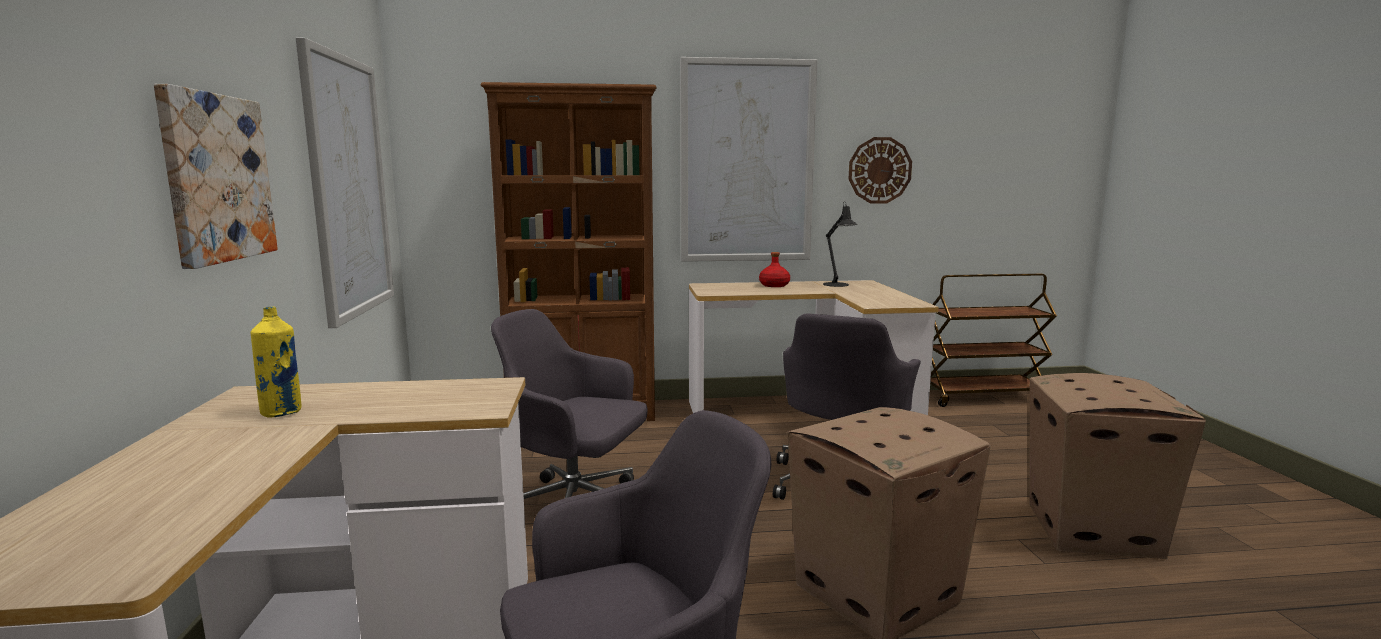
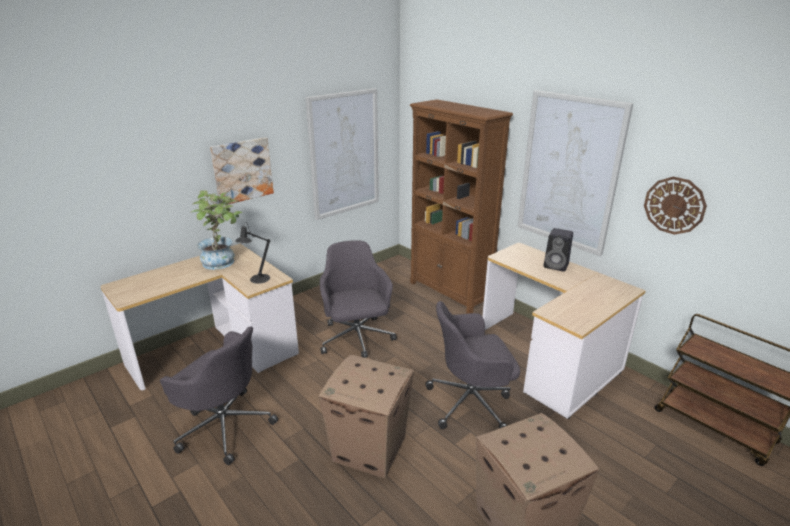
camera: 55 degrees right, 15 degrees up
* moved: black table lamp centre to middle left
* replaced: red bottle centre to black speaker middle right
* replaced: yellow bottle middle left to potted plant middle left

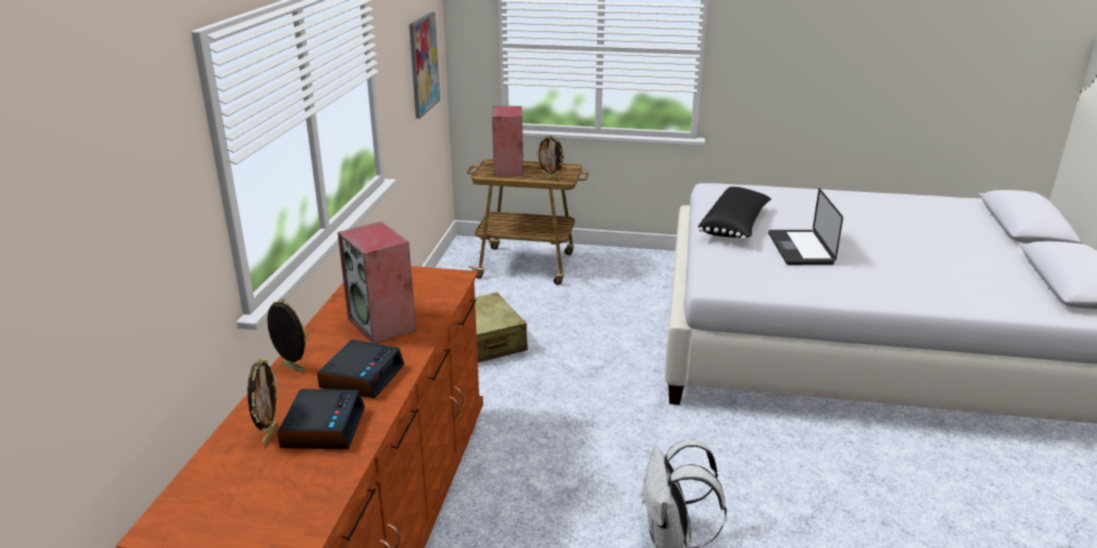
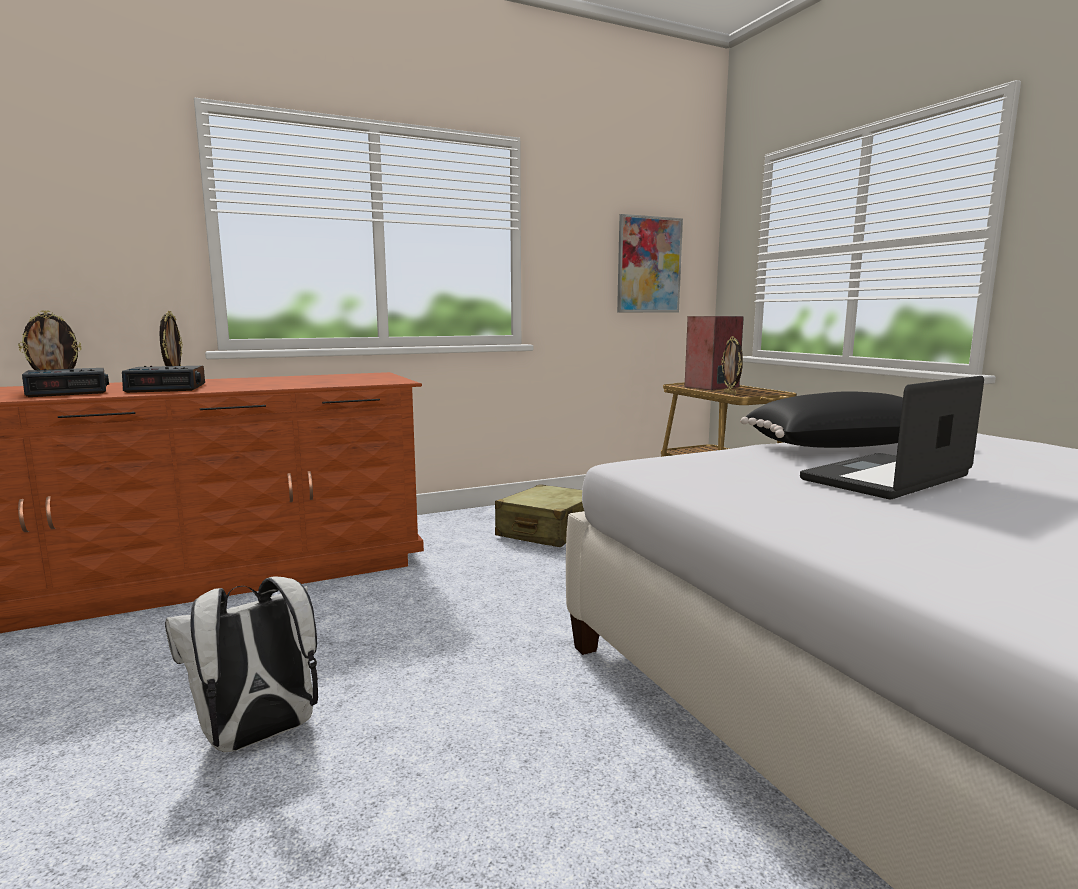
camera: 55 degrees right, 15 degrees down
* removed: speaker (1st from left) centre

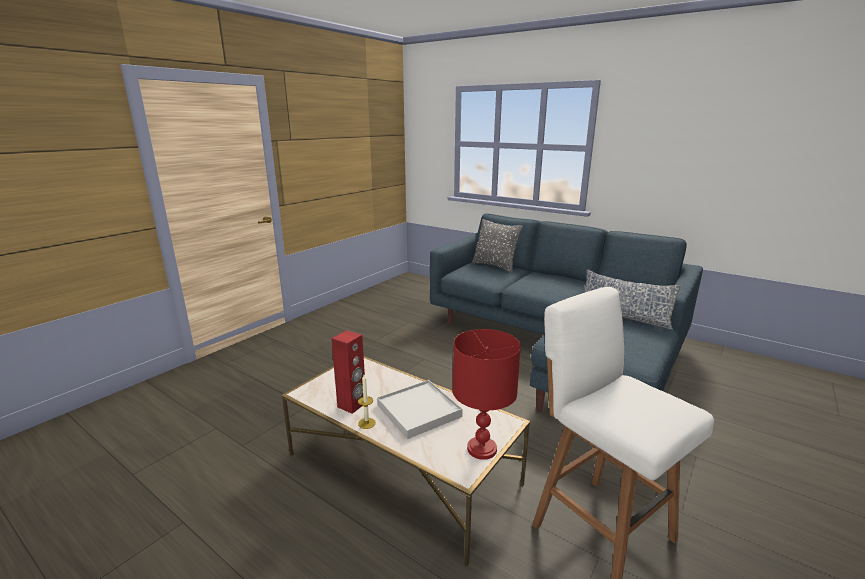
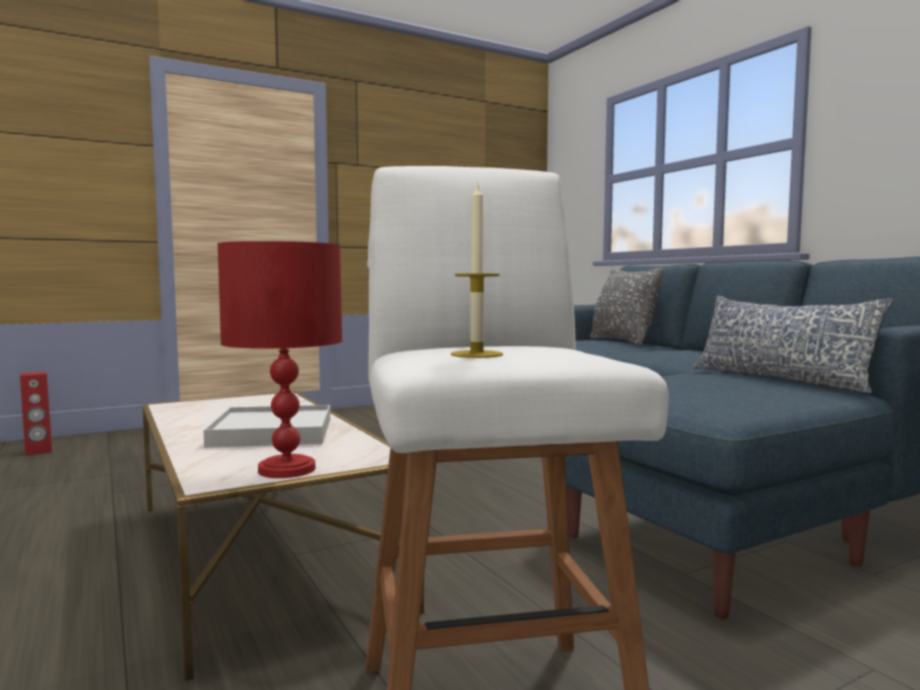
camera: 25 degrees right, 15 degrees down
* moved: red speaker centre to middle left
* moved: candle bottom centre to centre

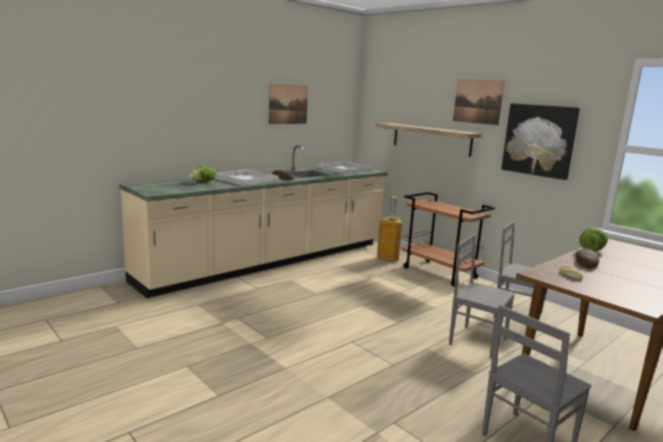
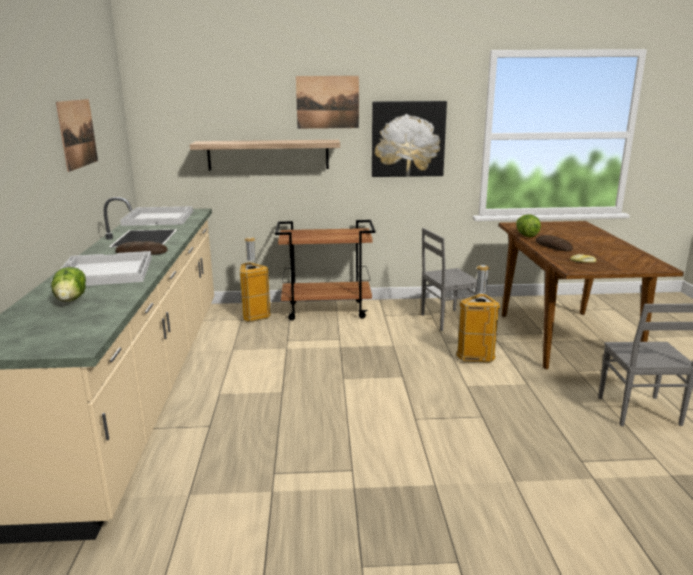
camera: 50 degrees left, 5 degrees up
* replaced: grey chair (1st from left) bottom right to trash can (2nd from left) middle right

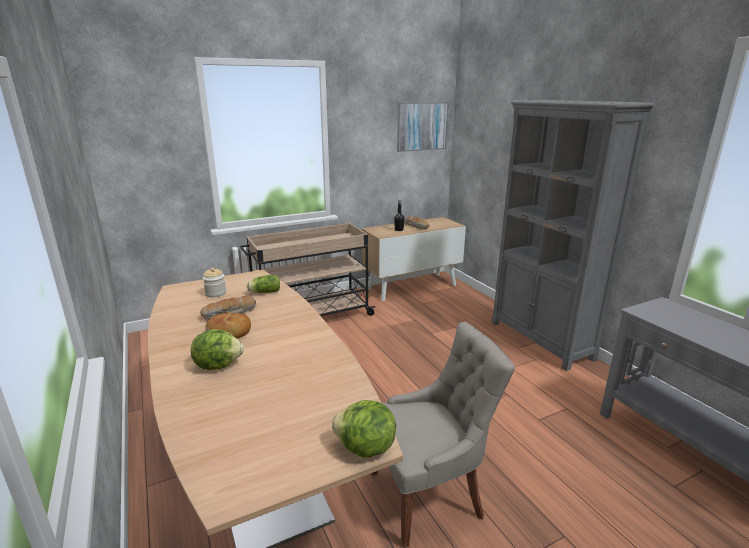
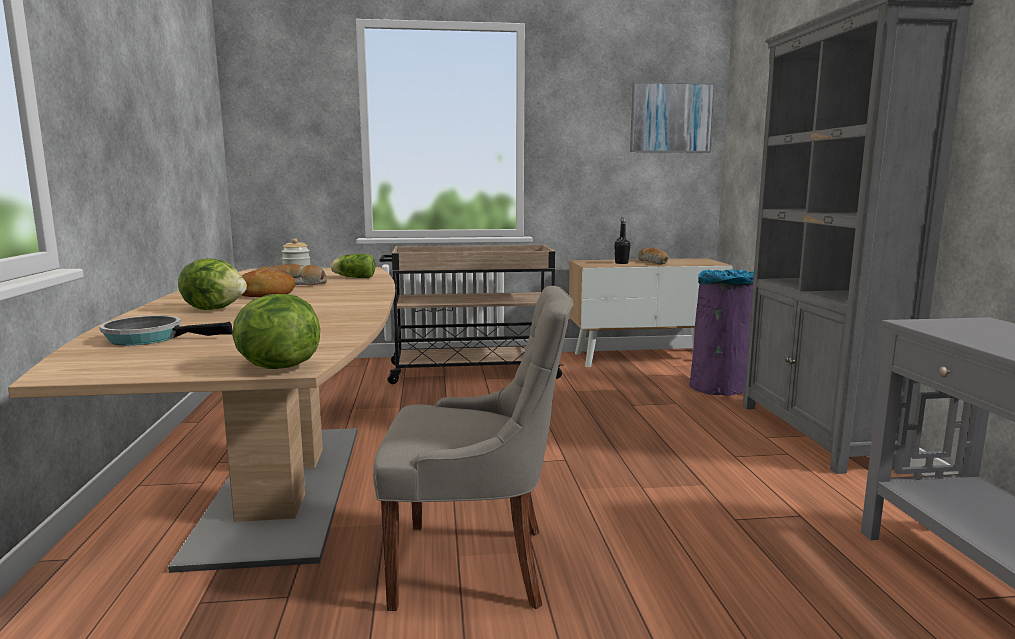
camera: 20 degrees right, 10 degrees down
* added: purple trash can middle right
* added: frying pan middle left

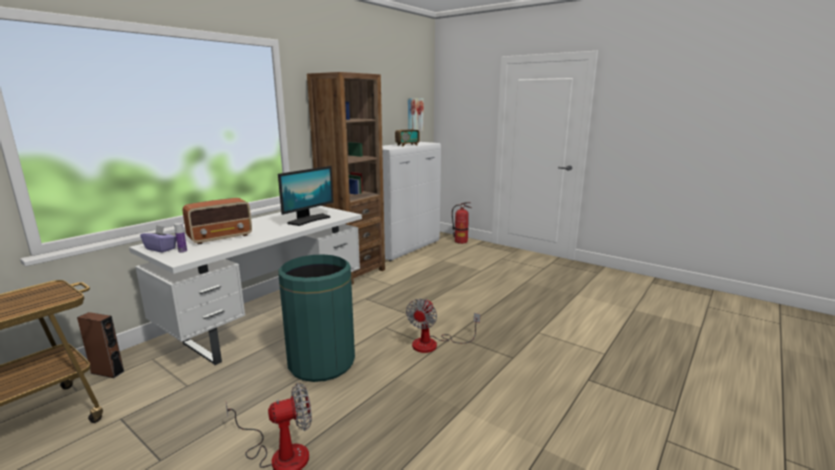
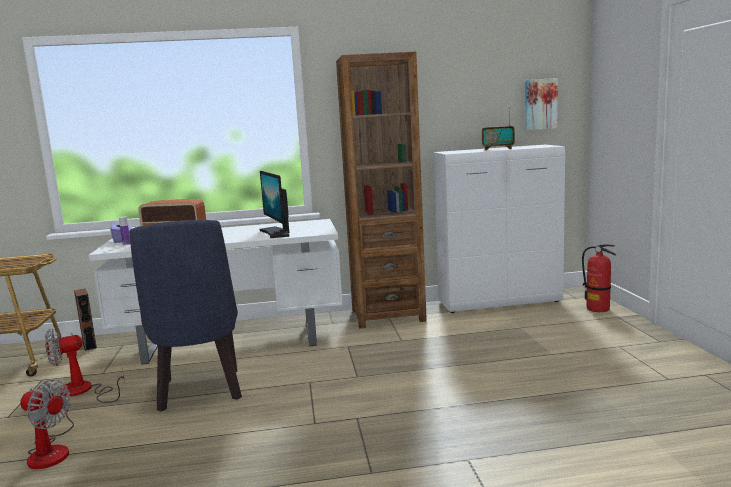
camera: 45 degrees right, 5 degrees down
* turned: monitor centre = centre 75 degrees clockwise
* replaced: green trash can bottom centre to blue chair middle left
* moved: fan (2nd from left) bottom centre to bottom left

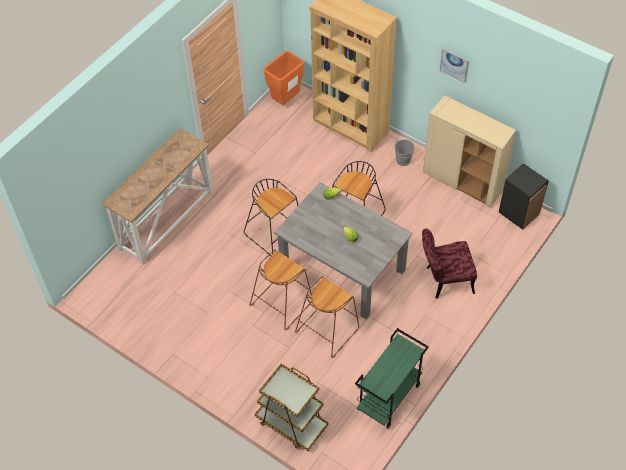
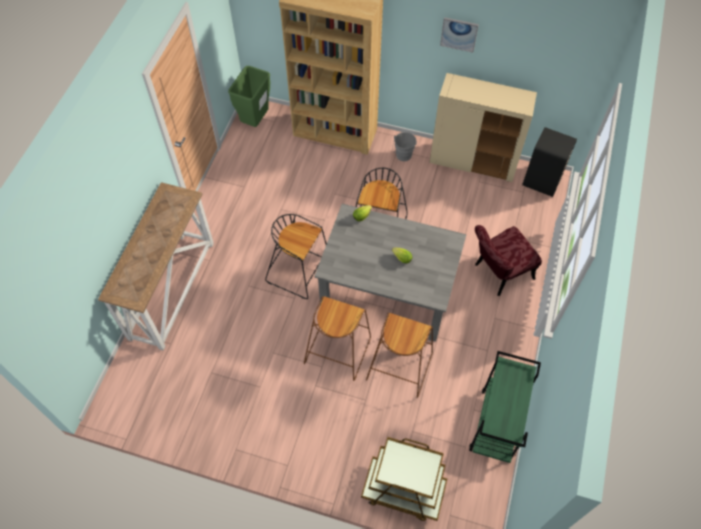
camera: 20 degrees left, 5 degrees up
* recoloured: orange trash can top centre to green trash can top centre

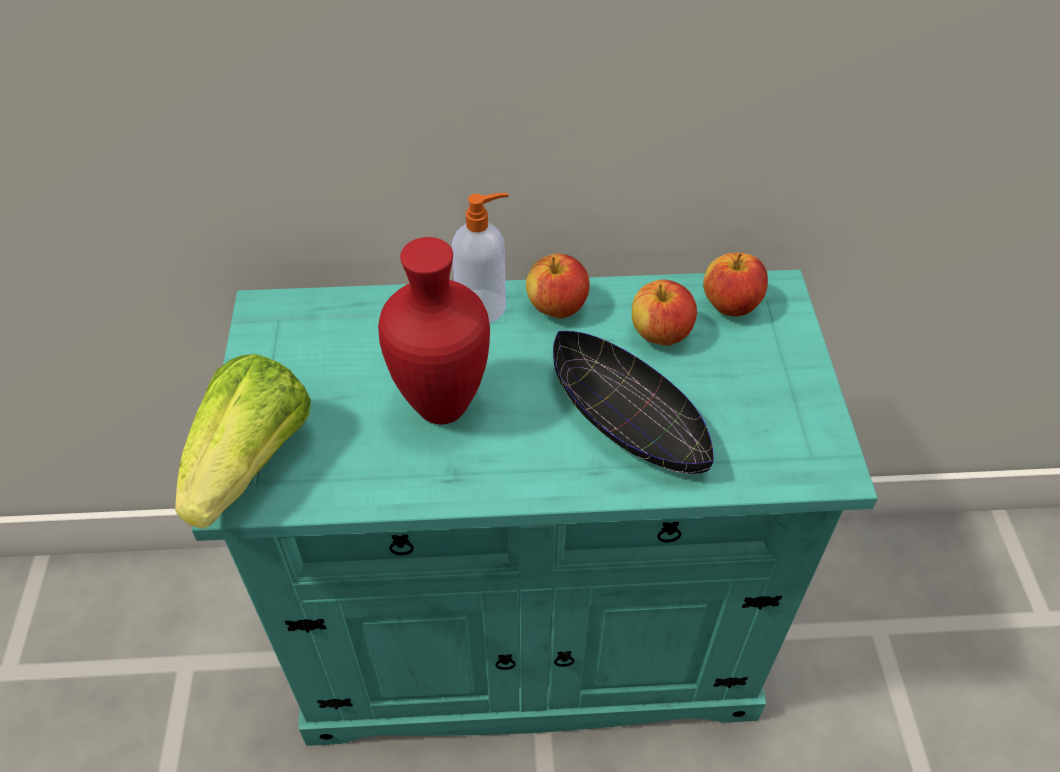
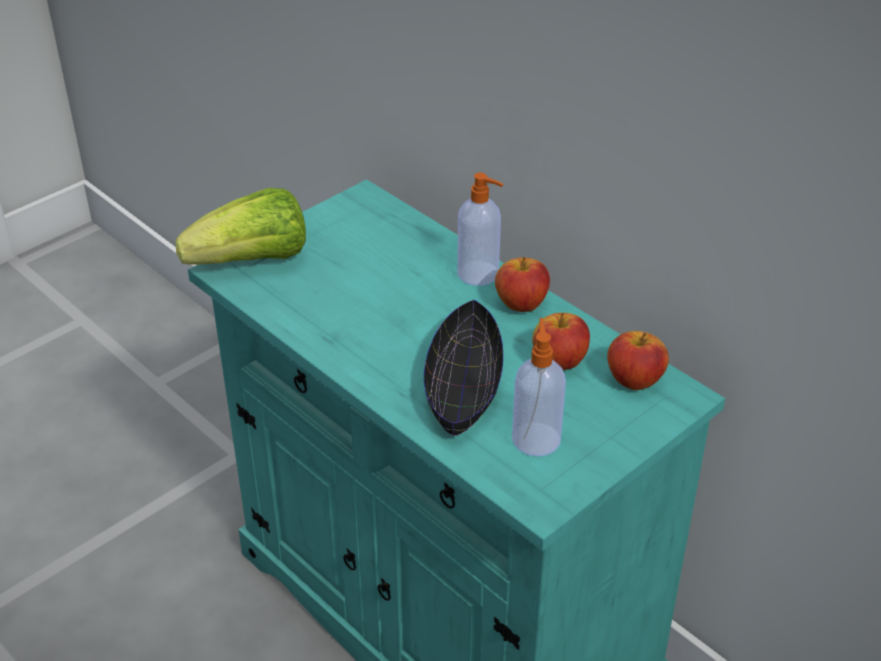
camera: 50 degrees right, 10 degrees down
* removed: red vase centre
* added: soap dispenser (2nd from left) centre

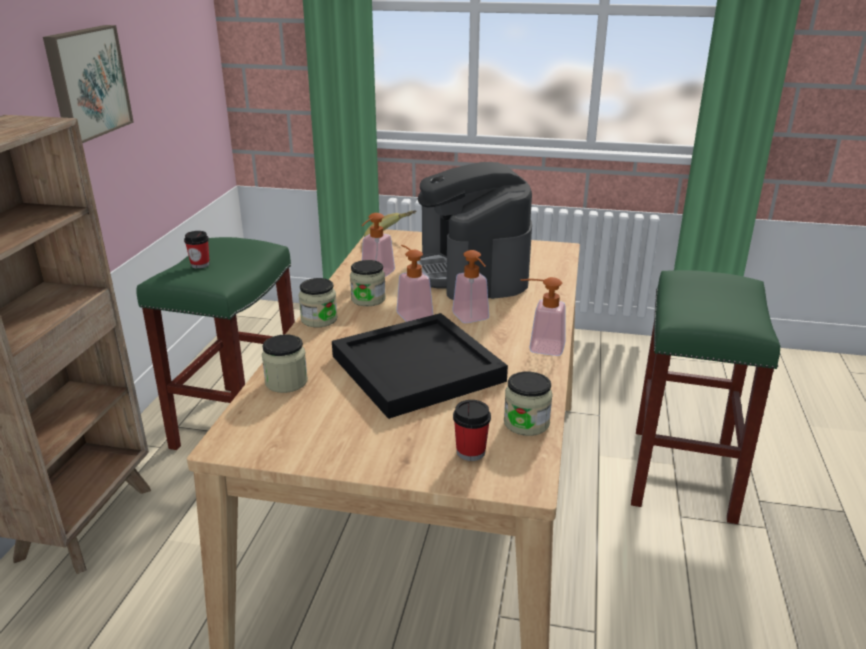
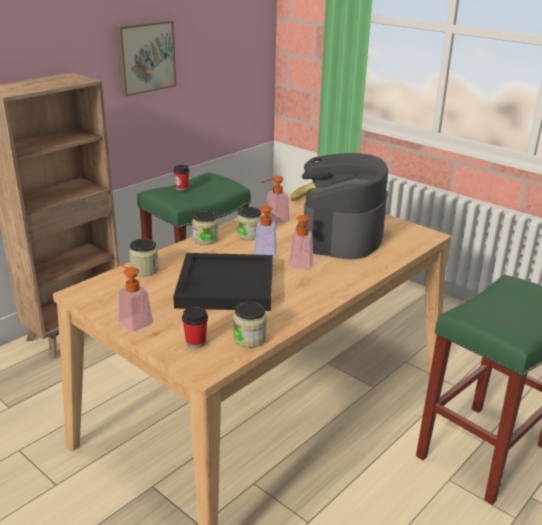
camera: 30 degrees right, 0 degrees up
* moved: soap dispenser (4th from left in the first image) centre to soap dispenser (1st from left) middle left

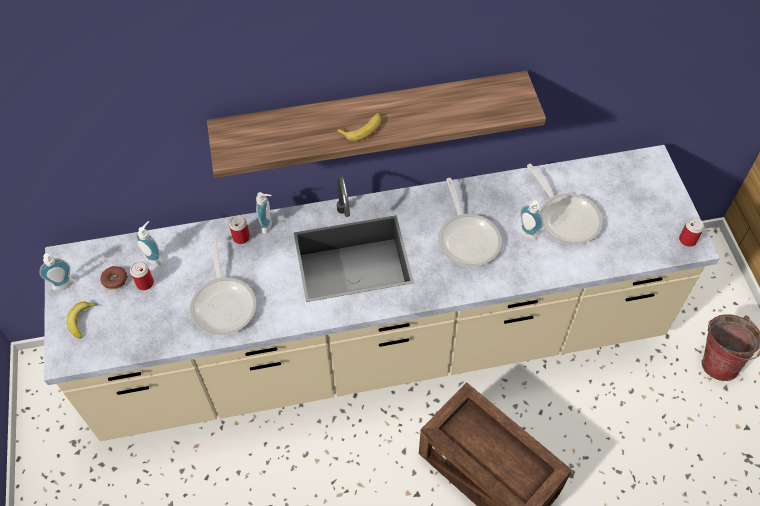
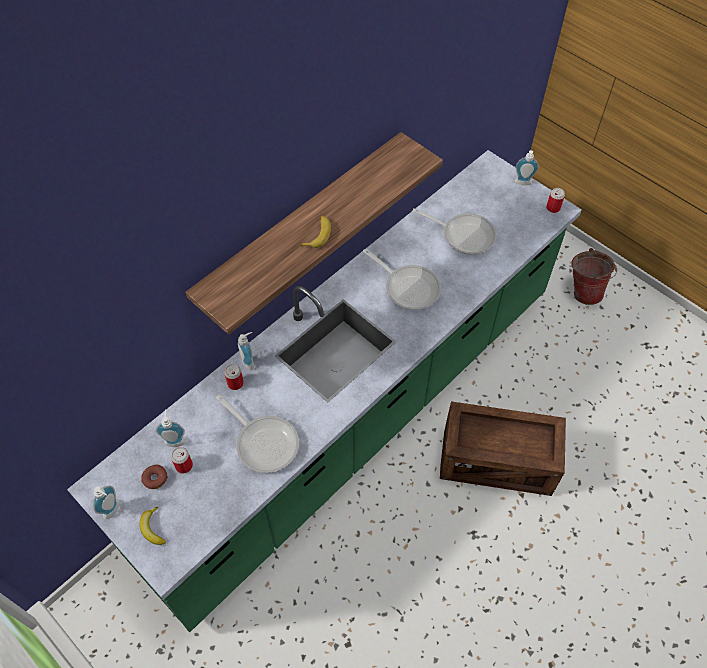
camera: 35 degrees left, 0 degrees up
* recoloured: beige counter centre to green counter centre
* moved: soap dispenser (4th from left) middle right to top right

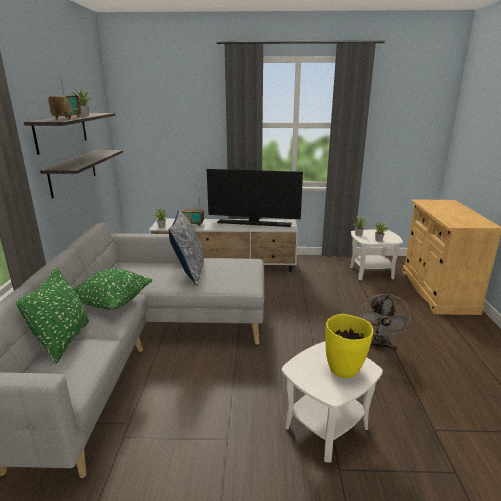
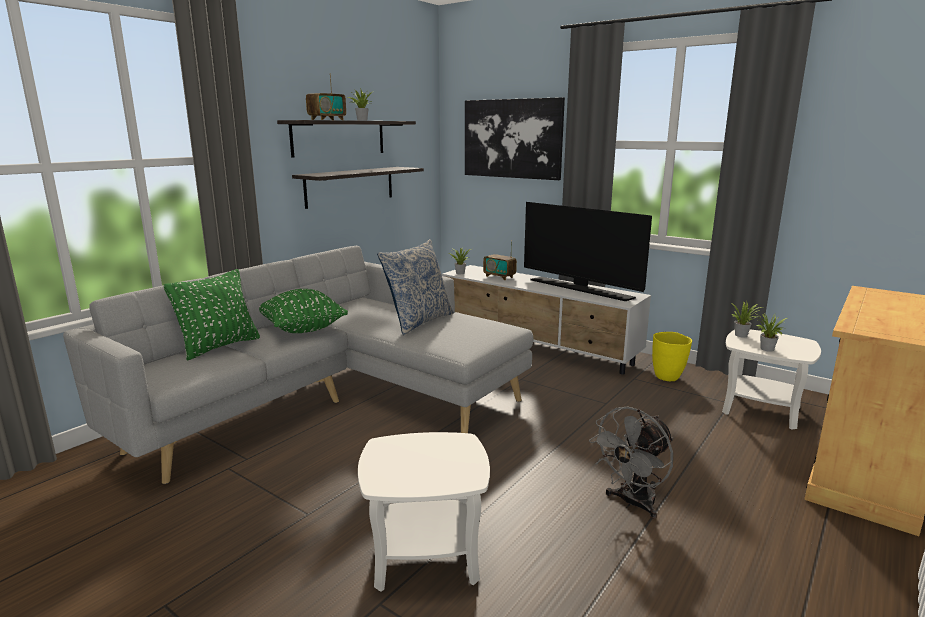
camera: 35 degrees right, 5 degrees down
* moved: yellow vase bottom right to middle right
* added: picture top centre

